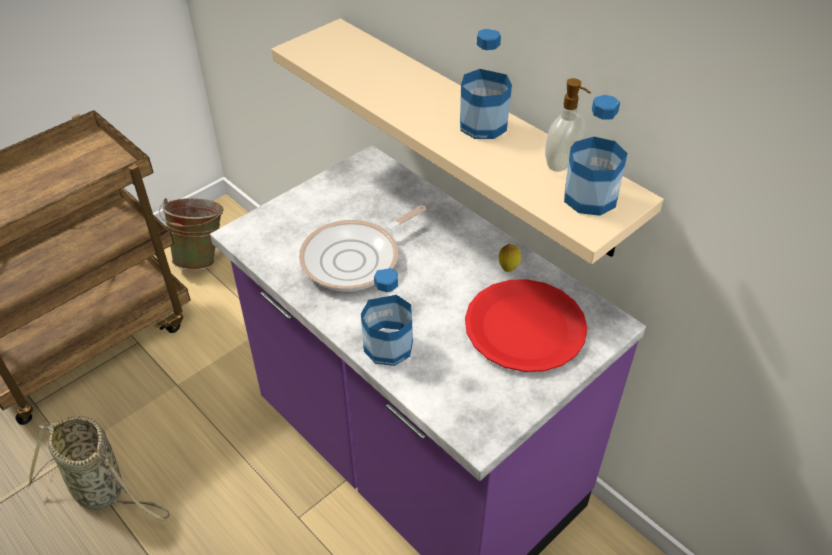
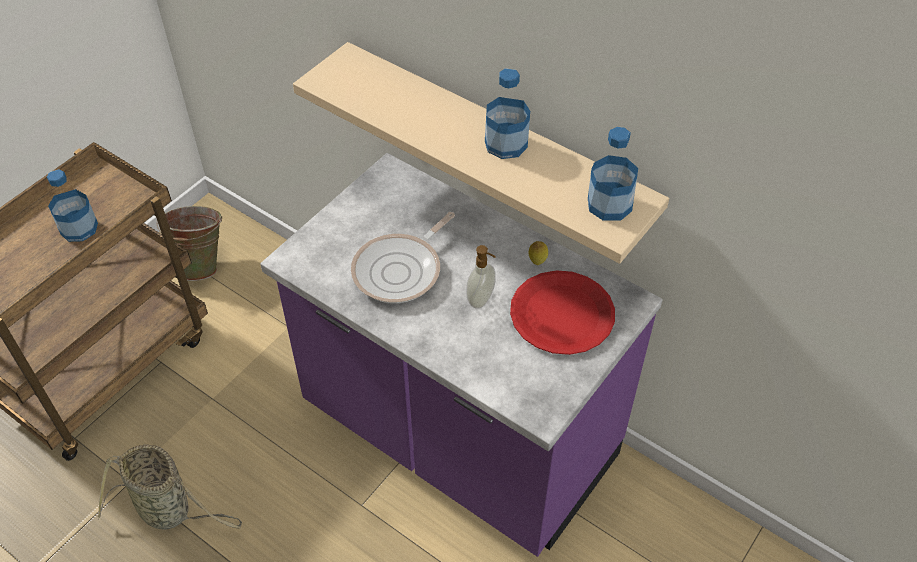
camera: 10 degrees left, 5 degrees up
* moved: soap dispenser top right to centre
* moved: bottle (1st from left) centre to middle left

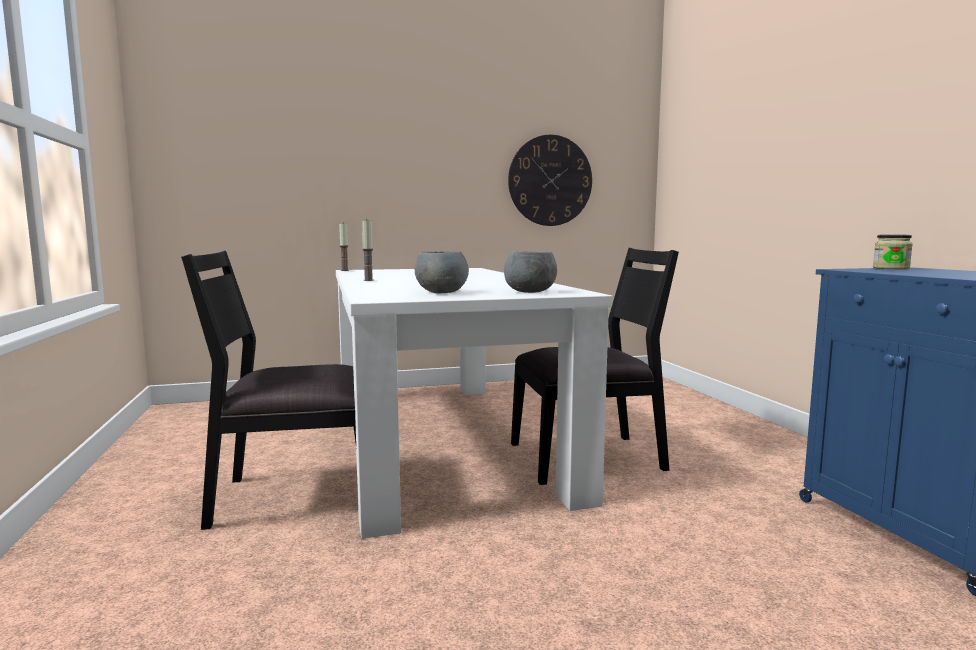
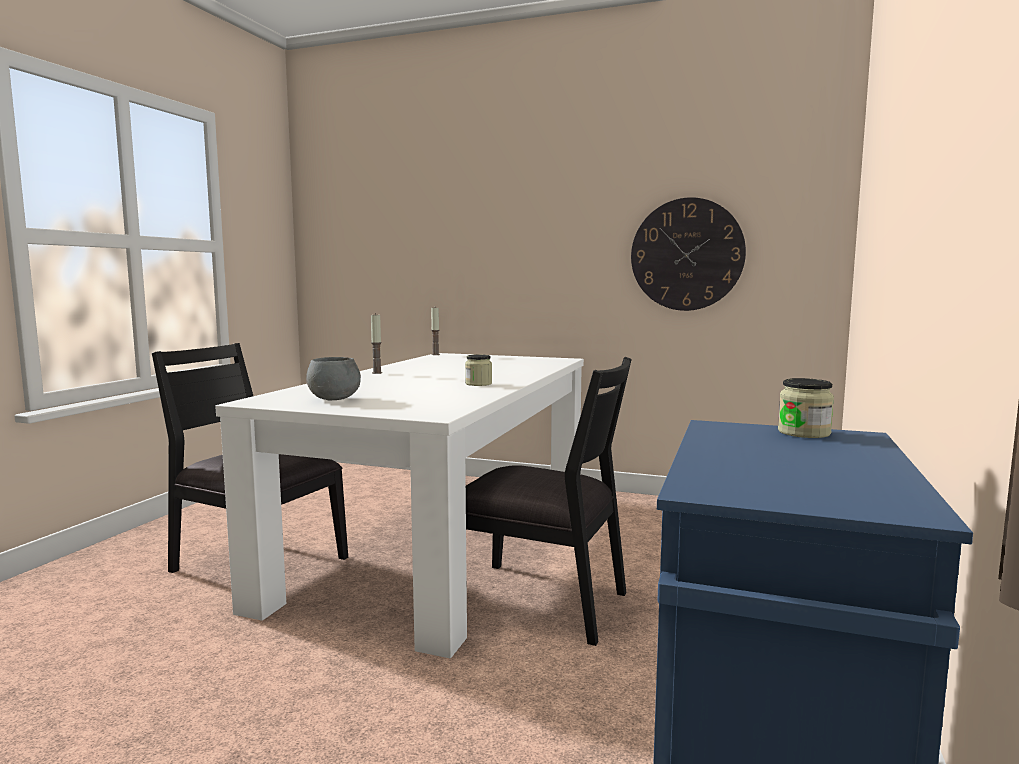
camera: 35 degrees right, 0 degrees up
* removed: grey bowl (2nd from left) centre
* added: jar (1st from left) centre

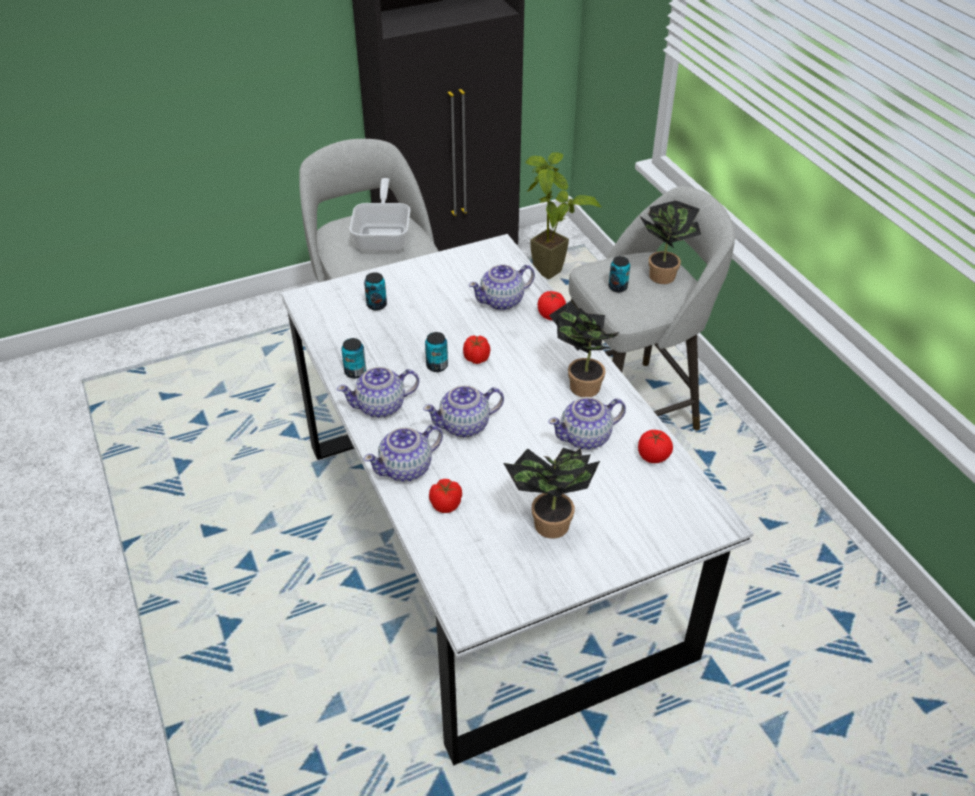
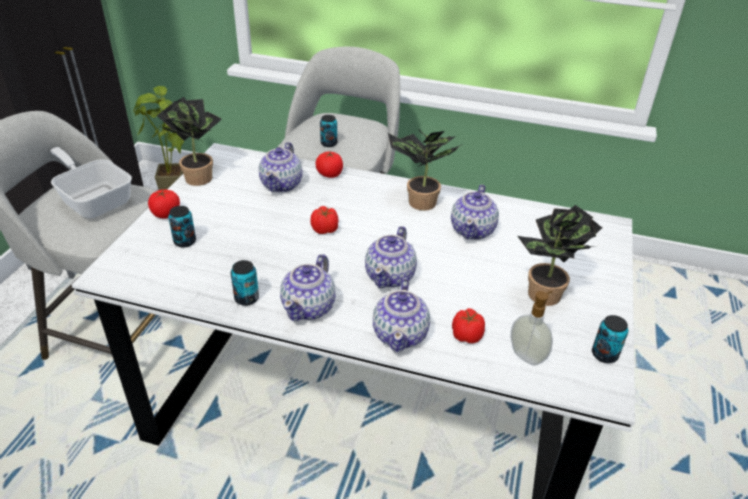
camera: 50 degrees left, 5 degrees down
* moved: potted plant (4th from left in the first image) top right to potted plant (2nd from left) top left
* moved: can (3rd from left in the first image) centre to can (4th from left) bottom right
* moved: tomato (4th from left in the first image) middle right to tomato (1st from left) middle left
* added: soap dispenser middle right

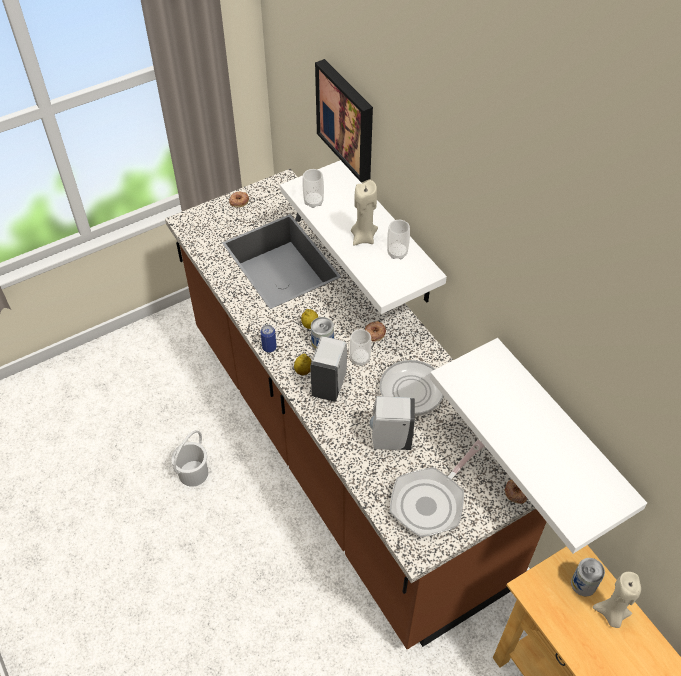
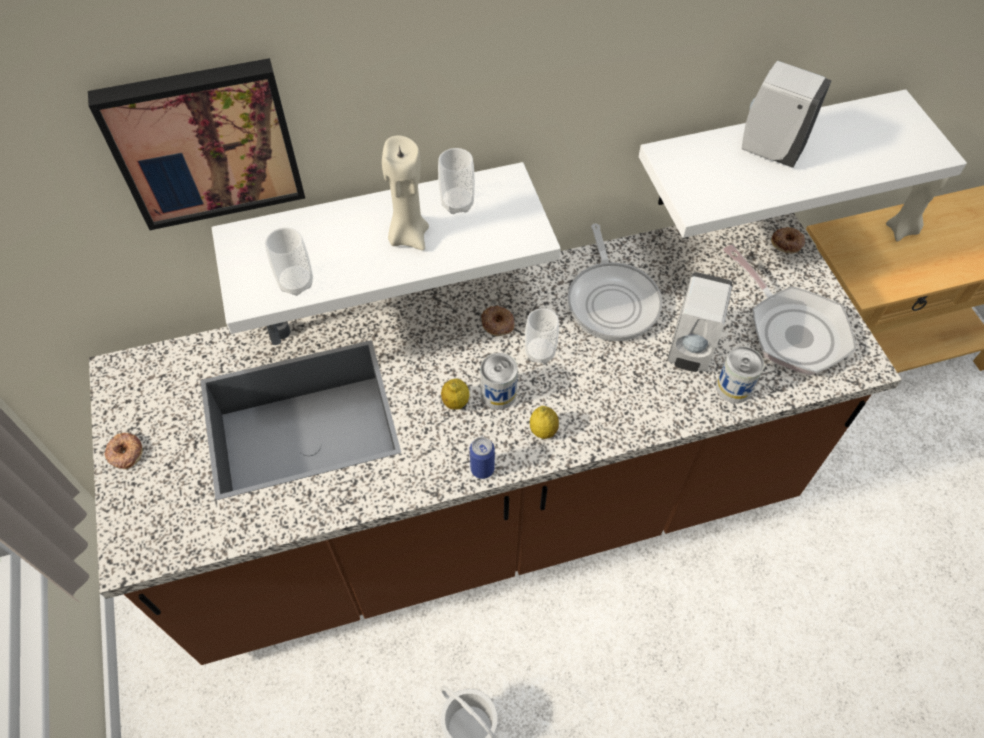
camera: 75 degrees left, 5 degrees up
* moved: white soap dispenser (1st from left in the first image) centre to white soap dispenser (2nd from left) top right
* moved: can (3rd from left) bottom right to middle right

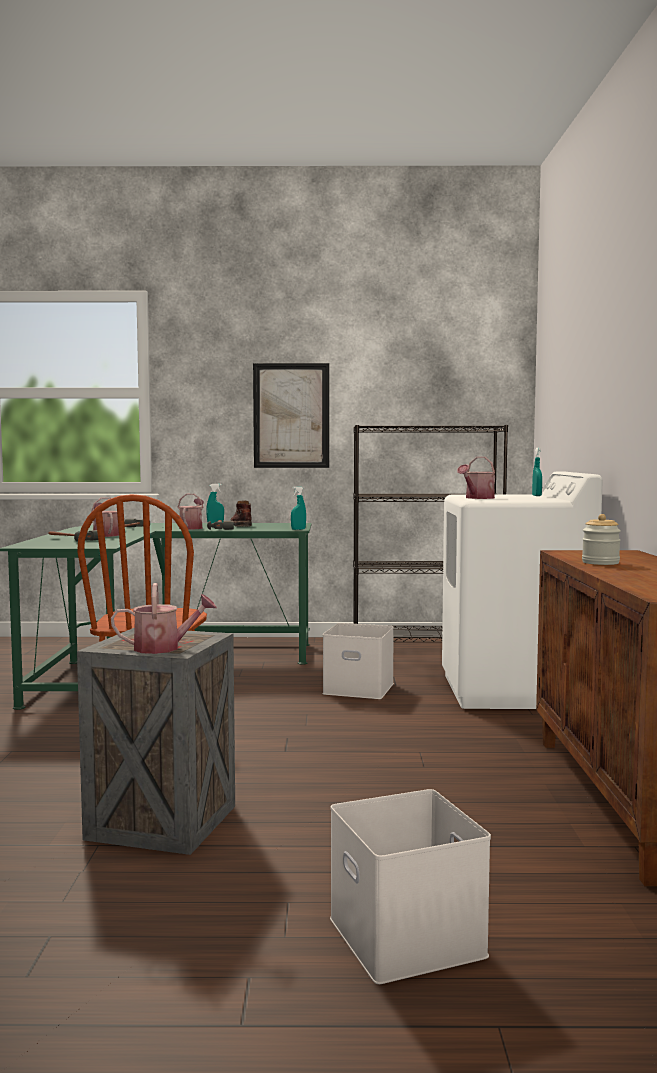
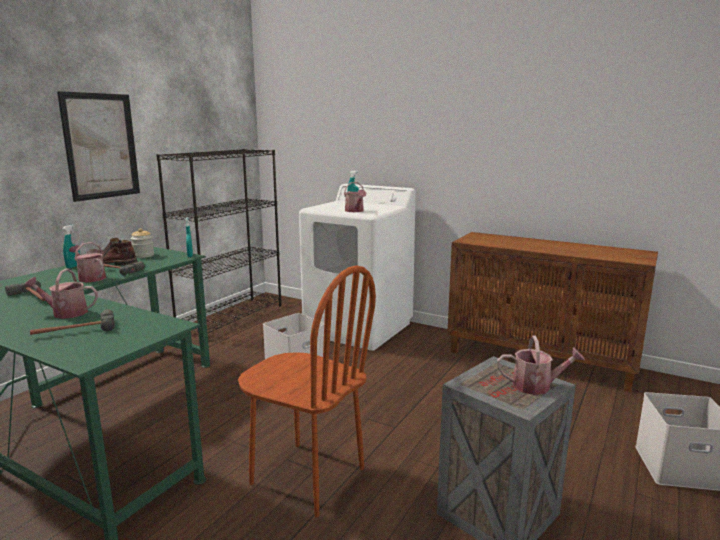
camera: 60 degrees left, 10 degrees up
* moved: jar middle right to middle left
* turned: watering can (2nd from left in the first image) middle left = bottom right 75 degrees clockwise

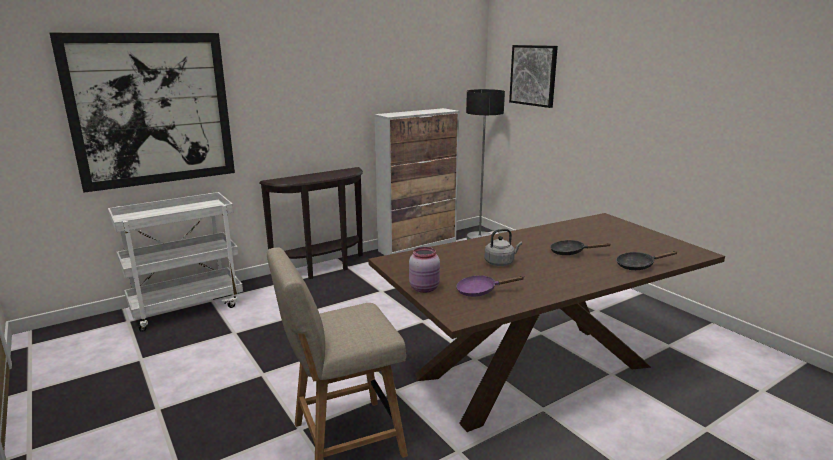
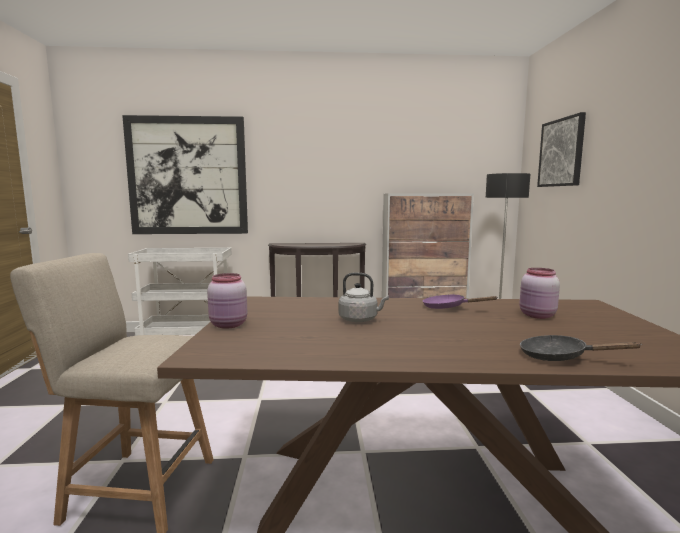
camera: 30 degrees right, 10 degrees down
* removed: black frying pan (1st from left) middle right
* moved: purple frying pan centre to middle right
* added: pink jar (2nd from left) middle right

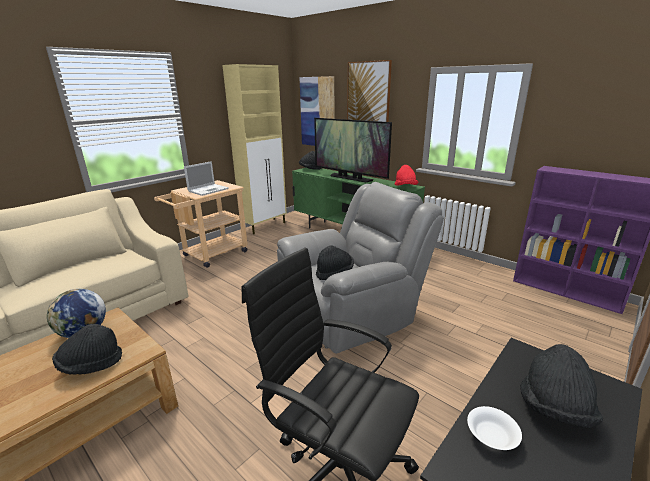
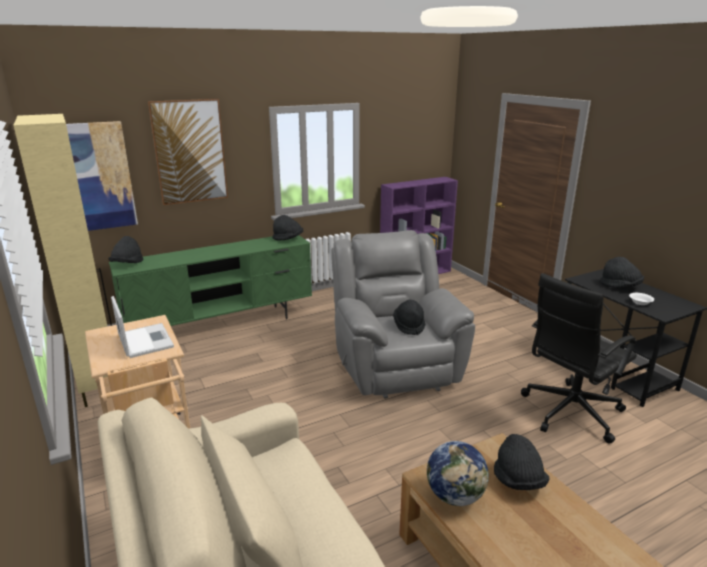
camera: 70 degrees left, 0 degrees up
* removed: television top centre
* recoloured: red hat centre to black hat (2nd from left) centre

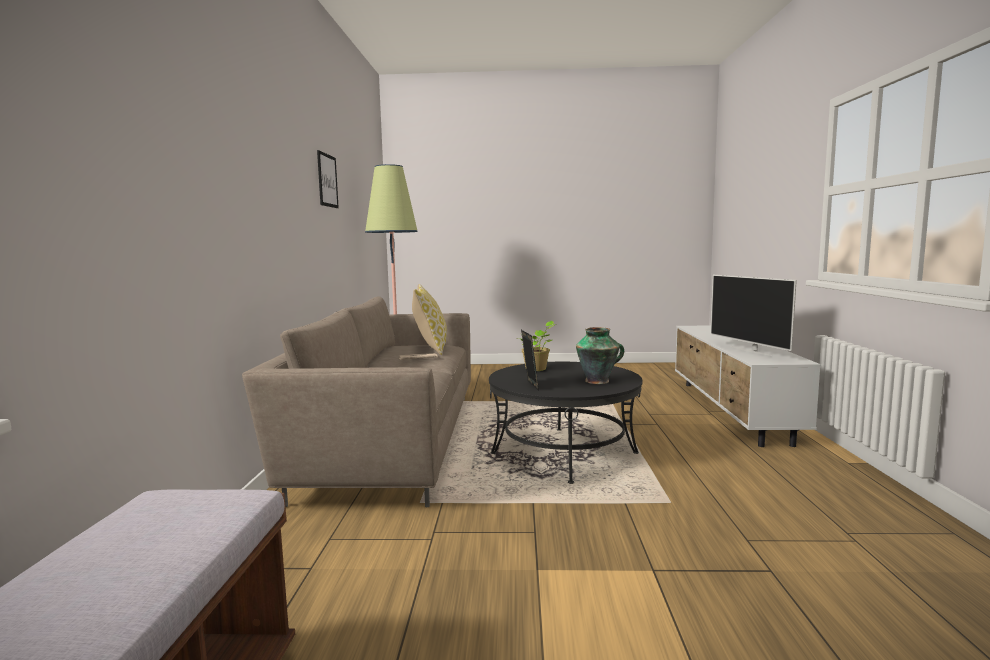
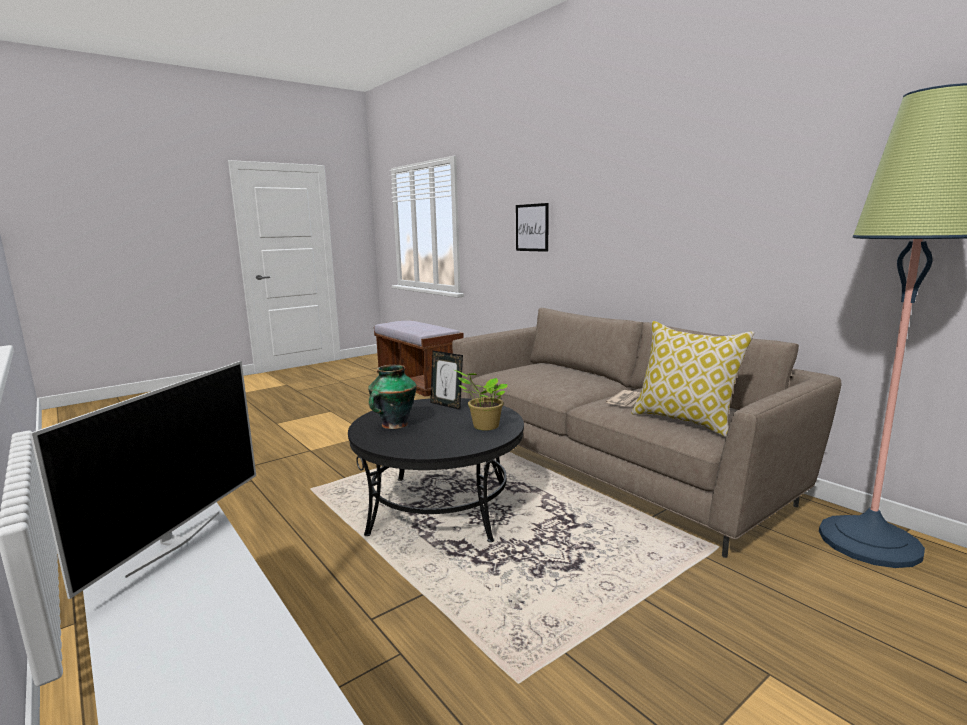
camera: 140 degrees right, 5 degrees up
* moved: picture top left to top centre
* turned: television middle right = middle left 75 degrees clockwise

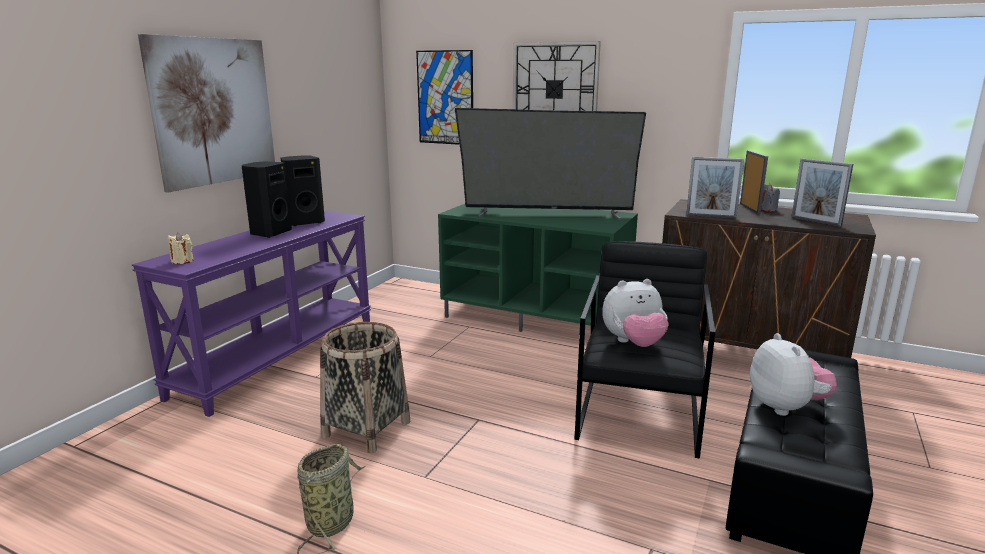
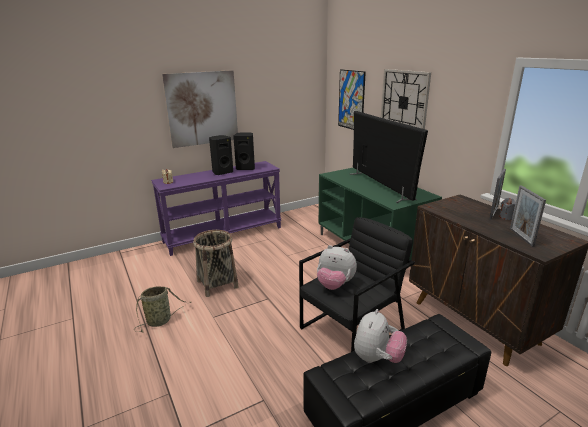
camera: 35 degrees right, 5 degrees up
* turned: television top centre = centre 150 degrees counterclockwise
* removed: picture frame (1st from left) middle right

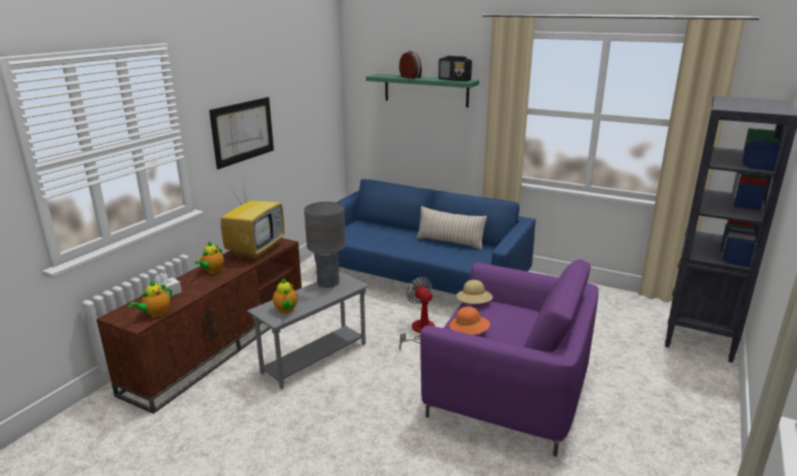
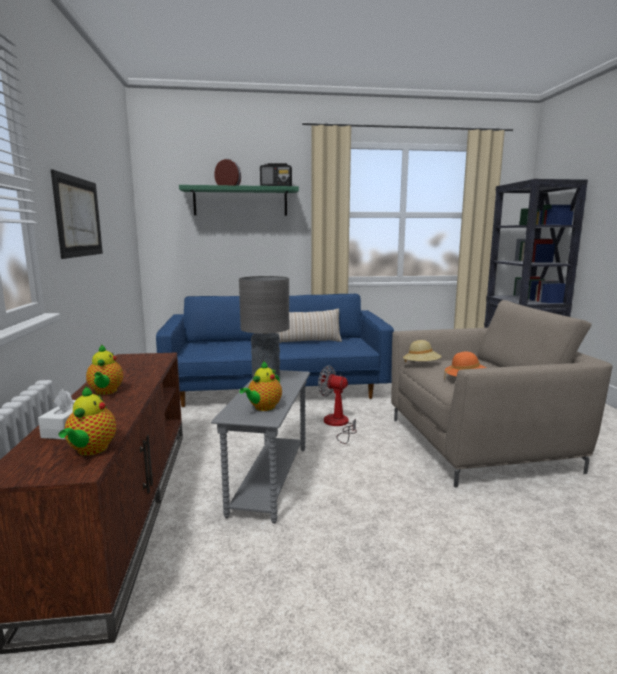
camera: 35 degrees left, 10 degrees down
* removed: television middle left
* recoloured: purple armchair bottom centre to beige armchair middle right
* turned: teapot (3rd from left) centre = centre 90 degrees clockwise

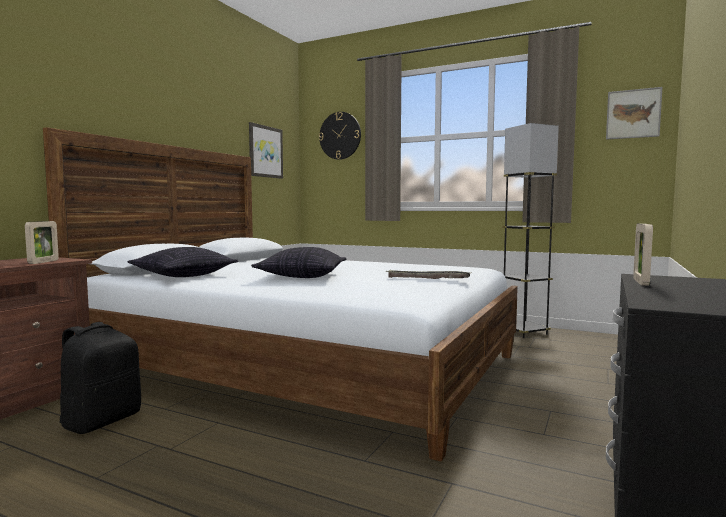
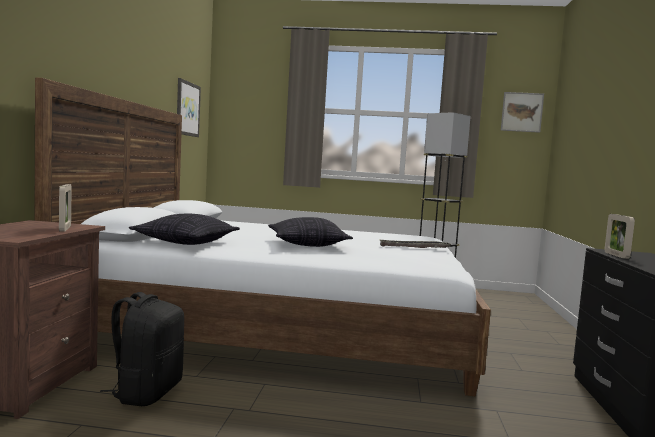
camera: 20 degrees left, 0 degrees up
* removed: wall clock top centre

